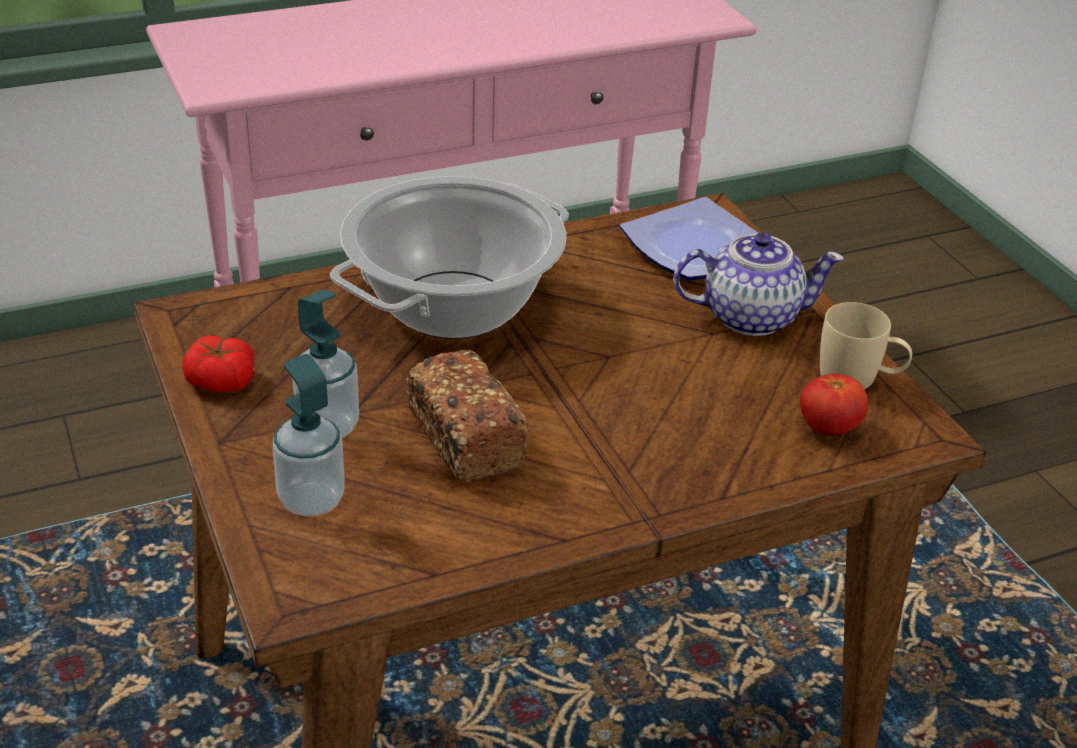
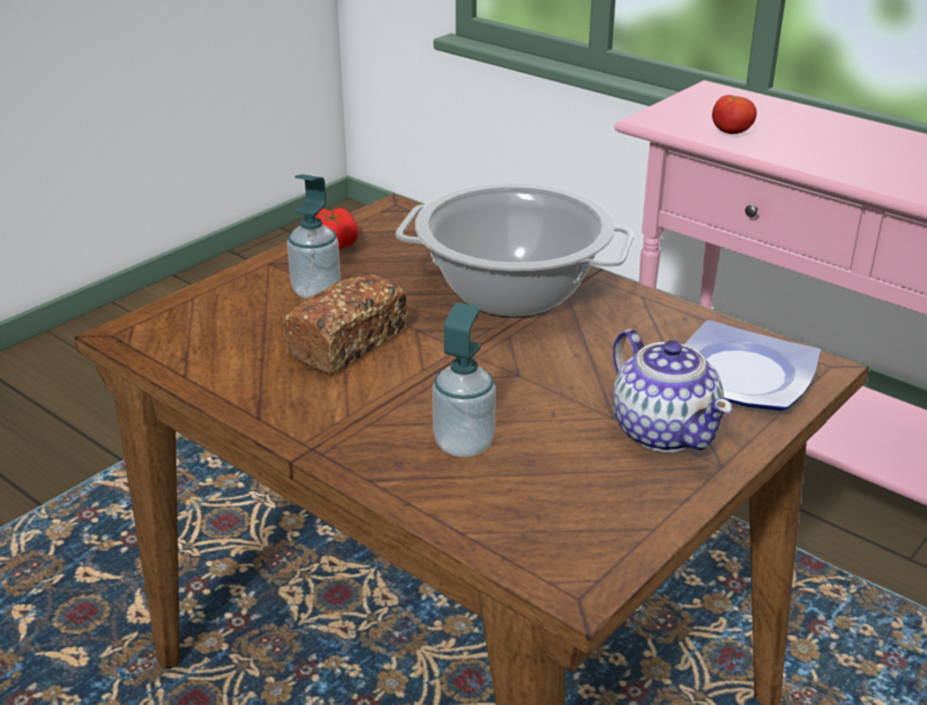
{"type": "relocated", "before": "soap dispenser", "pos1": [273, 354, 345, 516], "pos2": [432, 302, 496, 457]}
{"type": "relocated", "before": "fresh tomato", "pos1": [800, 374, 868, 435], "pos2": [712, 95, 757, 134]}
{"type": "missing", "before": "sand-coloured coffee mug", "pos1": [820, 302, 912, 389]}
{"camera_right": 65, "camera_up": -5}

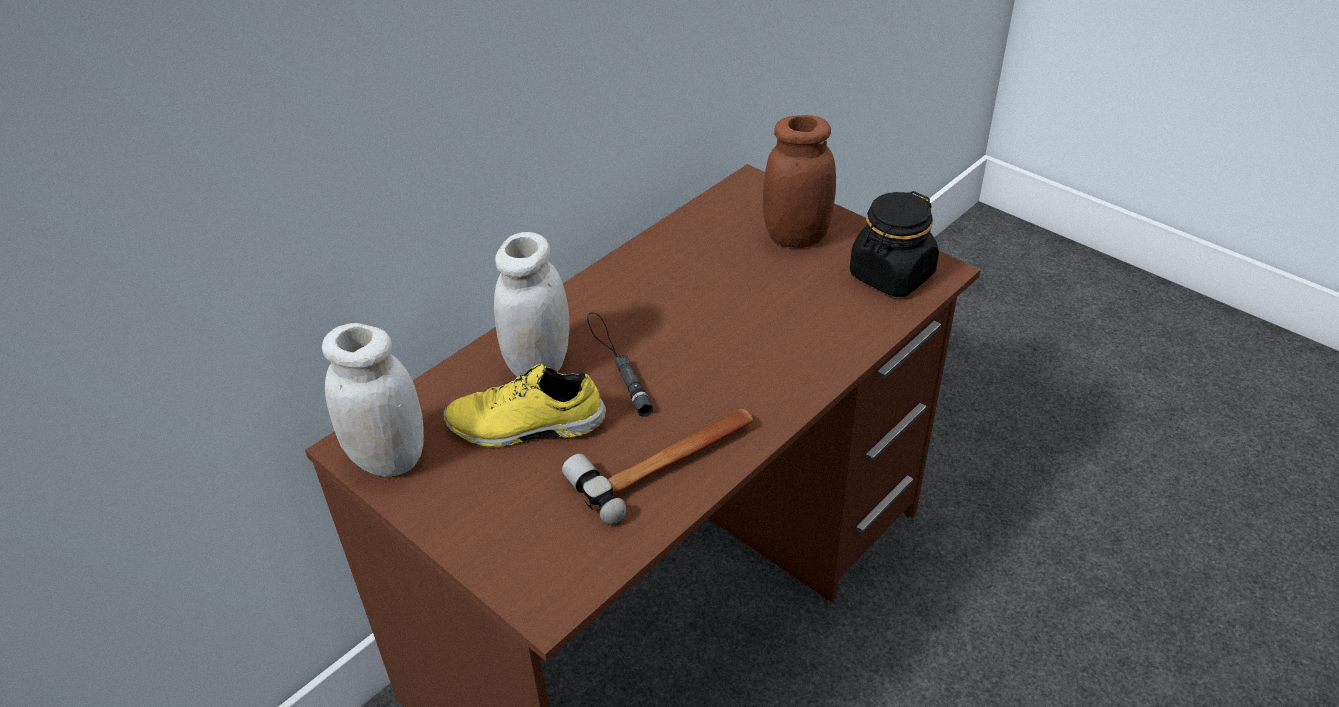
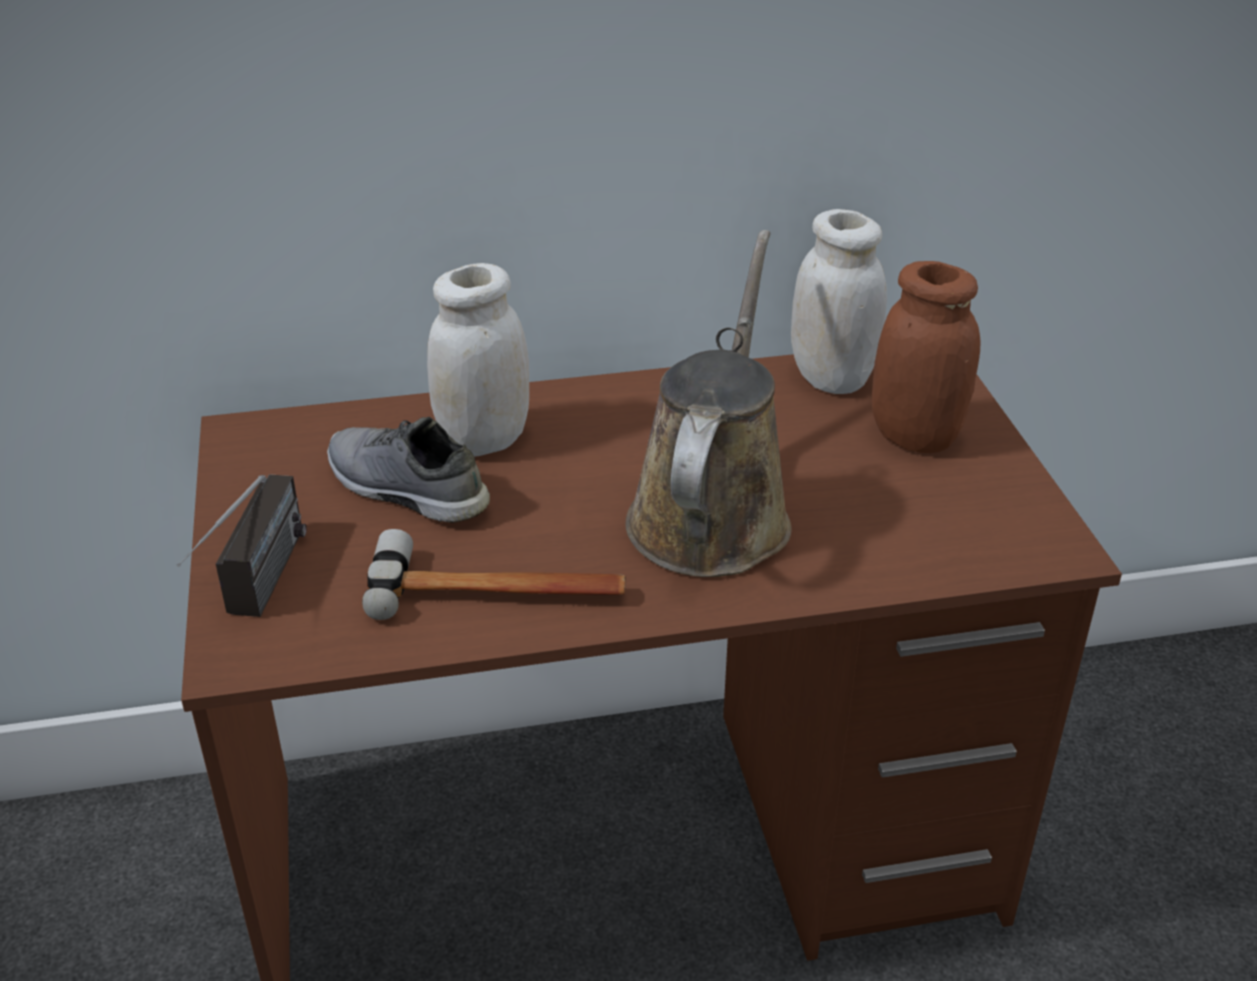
{"type": "relocated", "before": "white-coloured preserve jar", "pos1": [322, 323, 424, 477], "pos2": [791, 209, 887, 394]}
{"type": "colour", "before": "yellow-coloured low shoe", "after": "gray low shoe", "pos1": [443, 364, 606, 447], "pos2": [327, 417, 490, 523]}
{"type": "missing", "before": "blackish hand torch", "pos1": [587, 312, 654, 417]}
{"type": "missing", "before": "blackish preserve jar", "pos1": [850, 191, 939, 297]}
{"type": "appeared", "after": "radio receiver", "pos2": [177, 474, 307, 617]}
{"type": "appeared", "after": "brown-coloured watering pot", "pos2": [625, 230, 791, 577]}
{"camera_right": 35, "camera_up": -5}

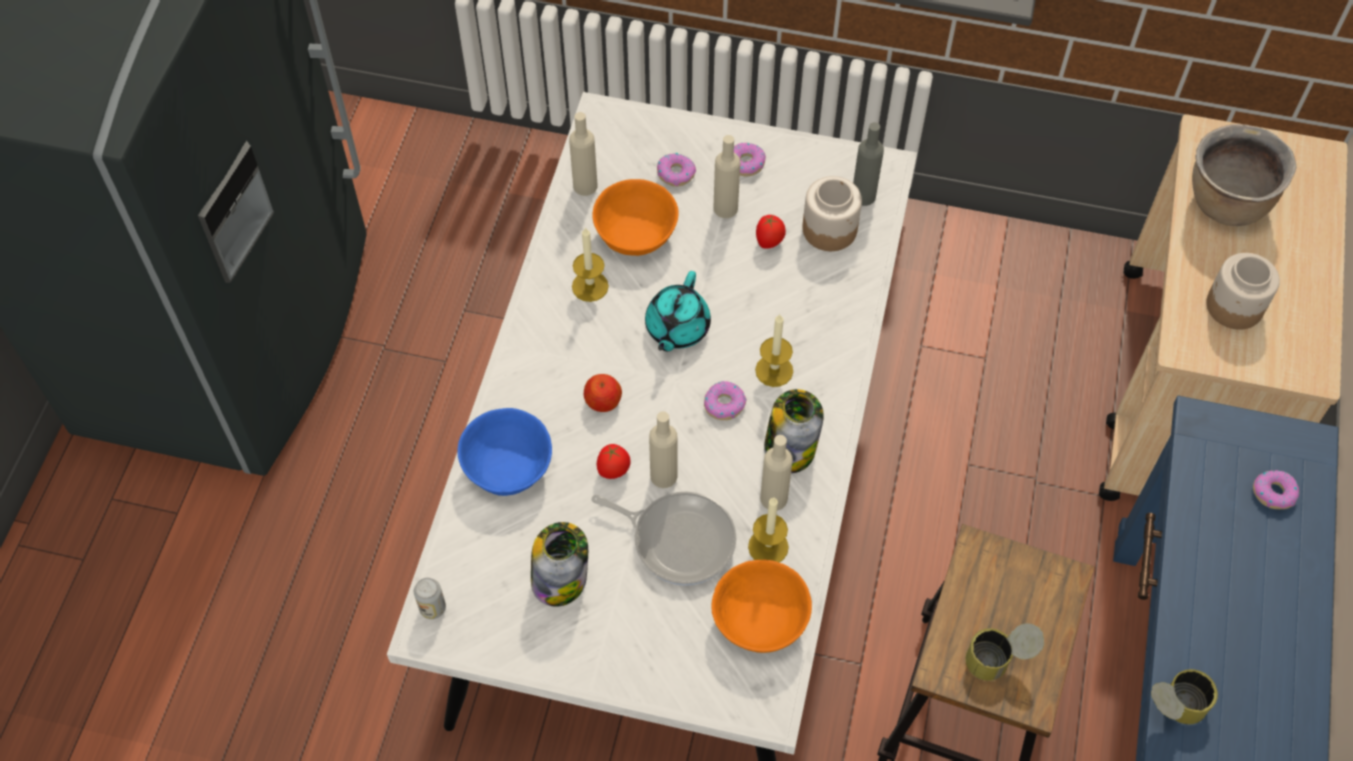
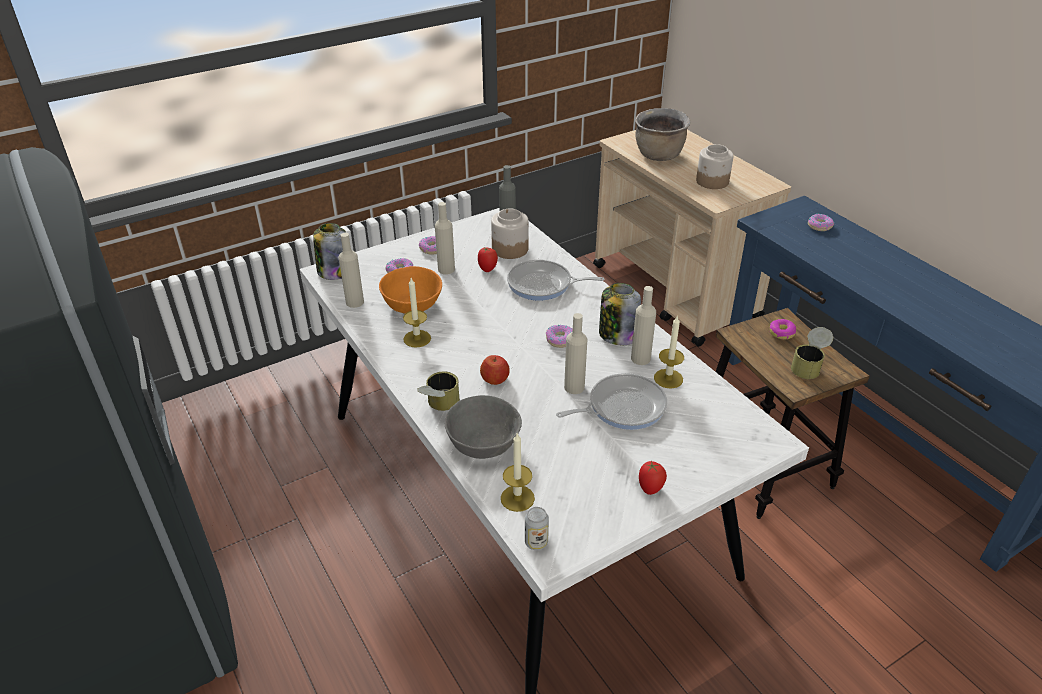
{"type": "colour", "before": "bluish deep dish", "after": "gray deep dish", "pos1": [458, 408, 552, 496], "pos2": [444, 395, 522, 459]}
{"type": "relocated", "before": "preserve jar", "pos1": [531, 522, 588, 607], "pos2": [313, 223, 346, 280]}
{"type": "relocated", "before": "fresh tomato", "pos1": [597, 444, 631, 479], "pos2": [639, 460, 667, 495]}
{"type": "missing", "before": "blue-green tea pot", "pos1": [645, 271, 711, 351]}
{"type": "missing", "before": "orange-coloured deep dish", "pos1": [711, 560, 812, 653]}
{"type": "relocated", "before": "wax light", "pos1": [755, 315, 793, 387], "pos2": [501, 433, 535, 512]}
{"type": "relocated", "before": "metal can", "pos1": [1151, 669, 1218, 724], "pos2": [417, 371, 460, 411]}
{"type": "appeared", "after": "frying pan", "pos2": [507, 260, 604, 301]}
{"type": "appeared", "after": "doughnut", "pos2": [769, 319, 796, 339]}
{"camera_right": -45, "camera_up": -20}

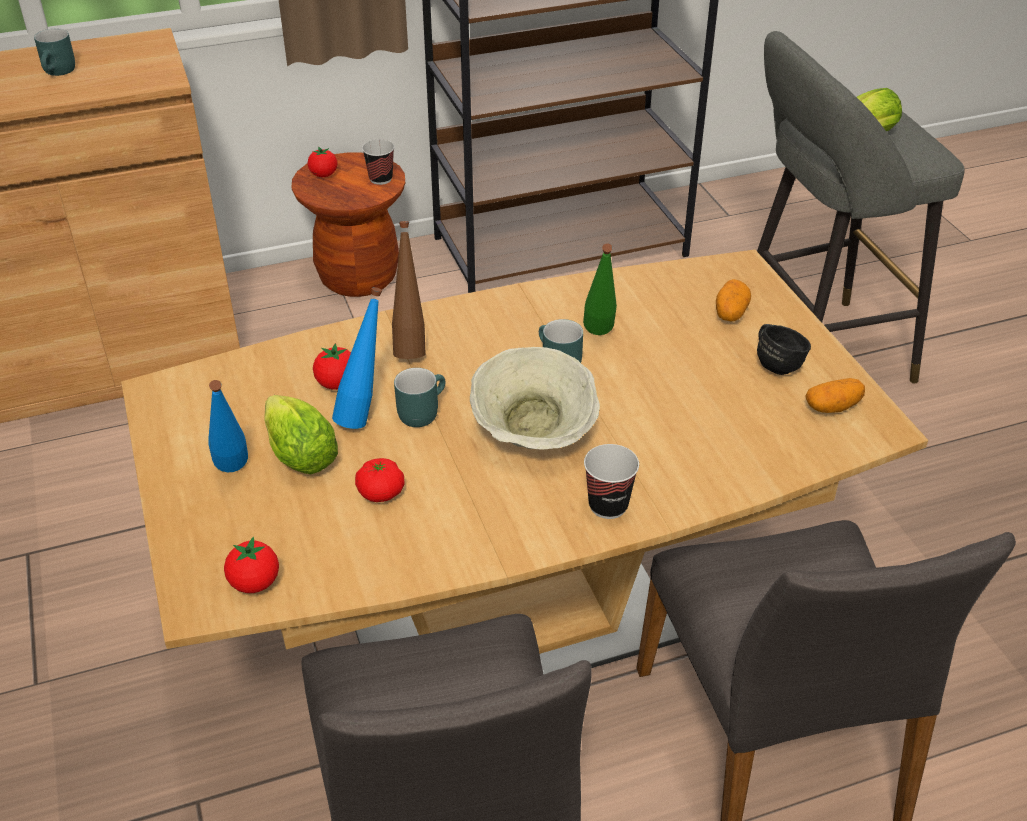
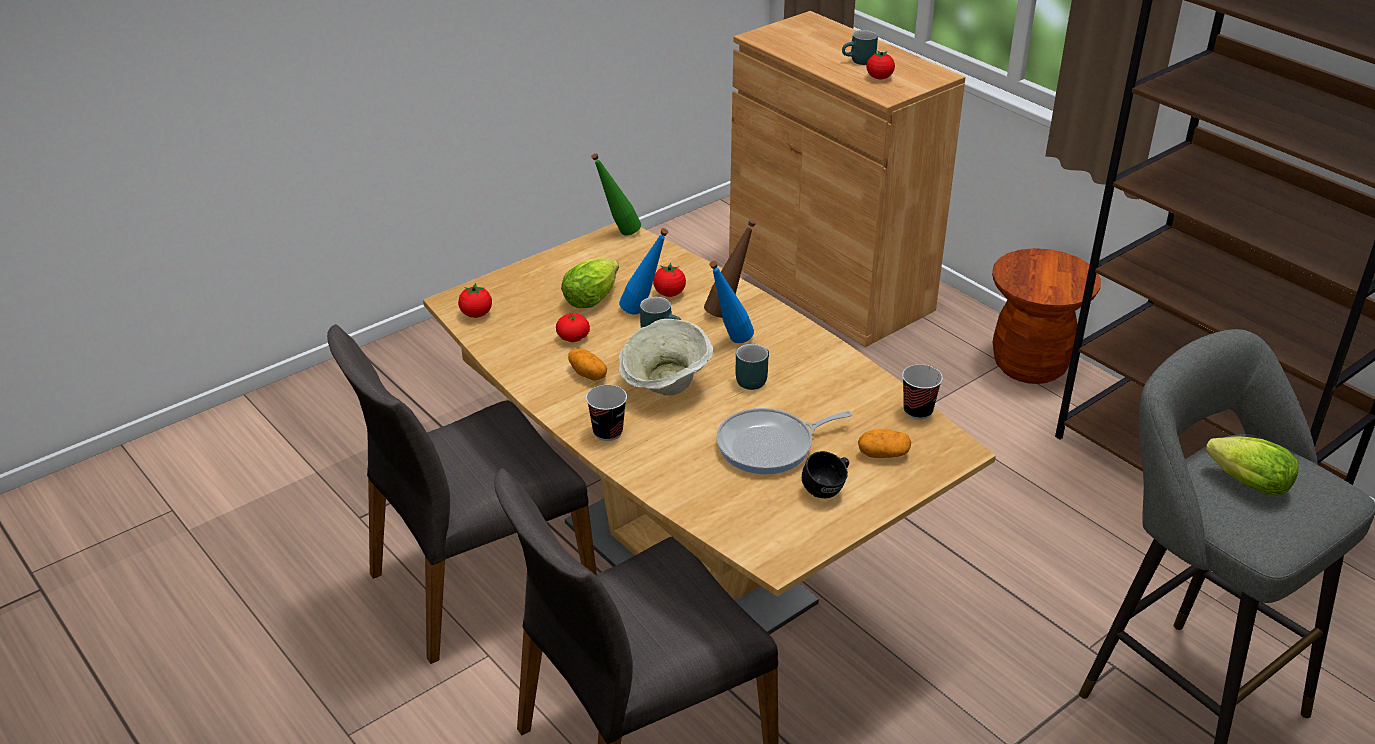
{"type": "relocated", "before": "bluish bottle", "pos1": [208, 380, 248, 472], "pos2": [709, 261, 754, 343]}
{"type": "relocated", "before": "fresh tomato", "pos1": [308, 147, 337, 177], "pos2": [866, 50, 895, 79]}
{"type": "relocated", "before": "cup", "pos1": [362, 139, 395, 185], "pos2": [902, 364, 943, 420]}
{"type": "relocated", "before": "green bottle", "pos1": [583, 244, 617, 335], "pos2": [591, 153, 641, 235]}
{"type": "relocated", "before": "spud", "pos1": [805, 378, 865, 413], "pos2": [568, 349, 607, 381]}
{"type": "appeared", "after": "frying pan", "pos2": [716, 408, 852, 475]}
{"camera_right": 70, "camera_up": -5}

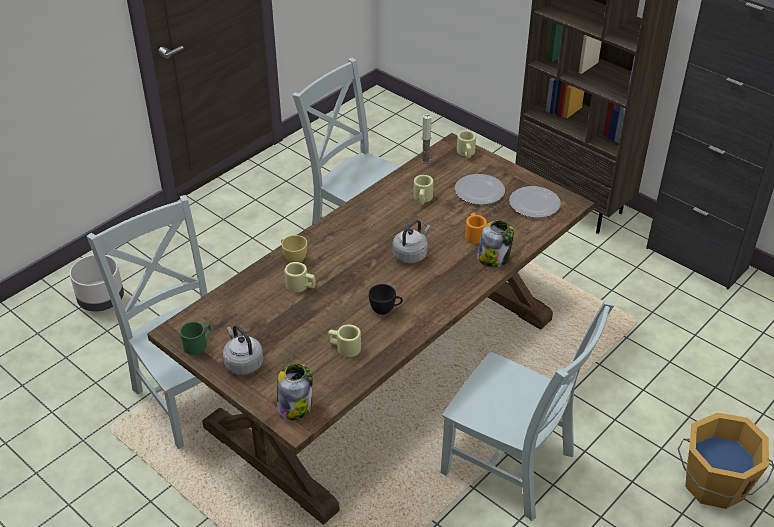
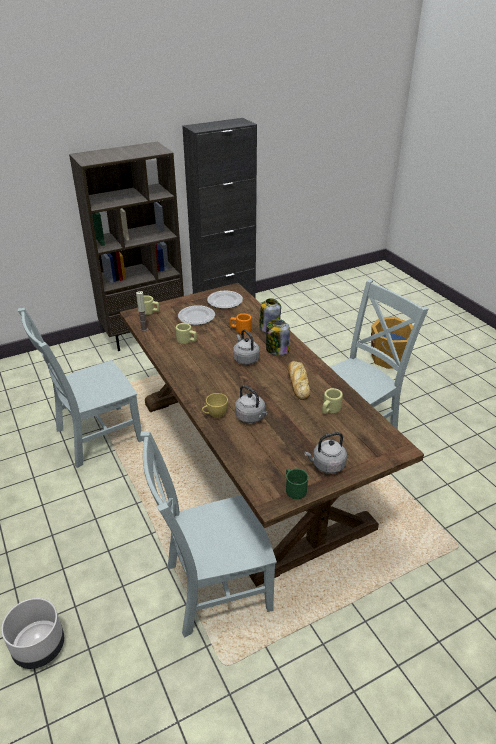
{"type": "relocated", "before": "preserve jar", "pos1": [277, 364, 313, 420], "pos2": [266, 319, 290, 355]}
{"type": "exchanged", "before": "sand-coloured coffee mug", "after": "gray kettle", "pos1": [285, 262, 316, 292], "pos2": [235, 385, 268, 423]}
{"type": "exchanged", "before": "blackish cup", "after": "bread", "pos1": [369, 284, 403, 315], "pos2": [288, 361, 310, 400]}
{"camera_right": -70, "camera_up": -5}

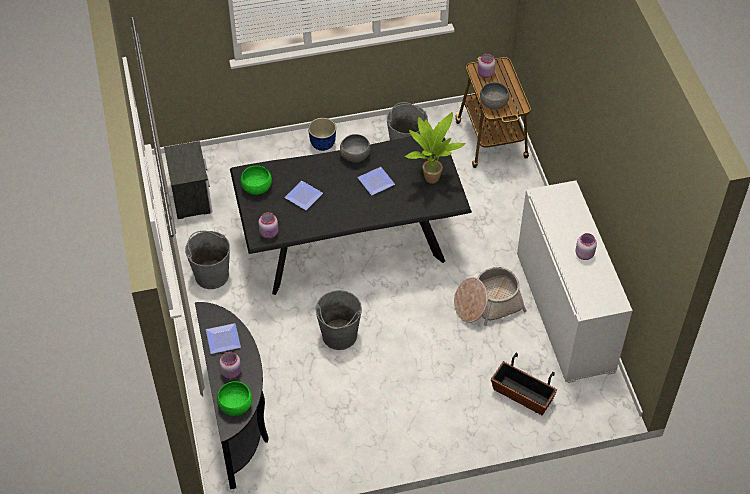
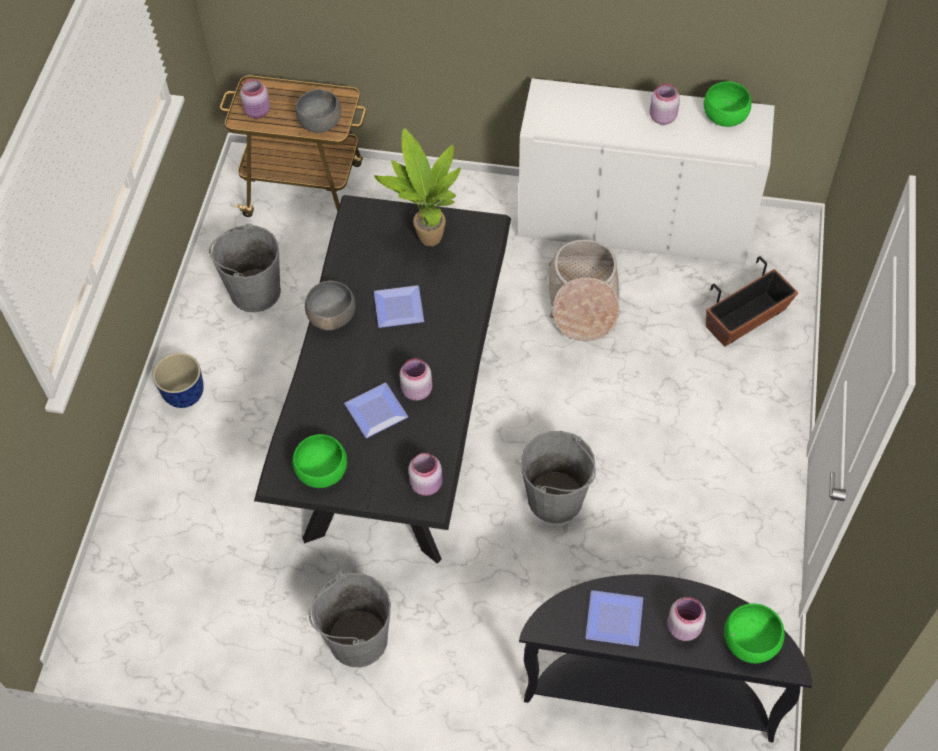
{"type": "missing", "before": "bedside table", "pos1": [164, 141, 213, 219]}
{"type": "appeared", "after": "pink preserve jar", "pos2": [399, 358, 432, 401]}
{"type": "appeared", "after": "green deep dish", "pos2": [704, 81, 752, 127]}
{"camera_right": -65, "camera_up": 5}

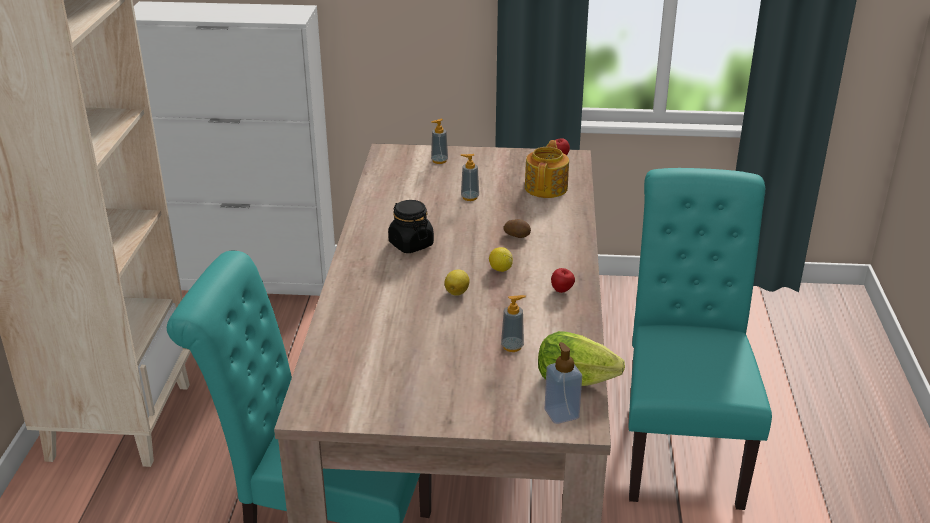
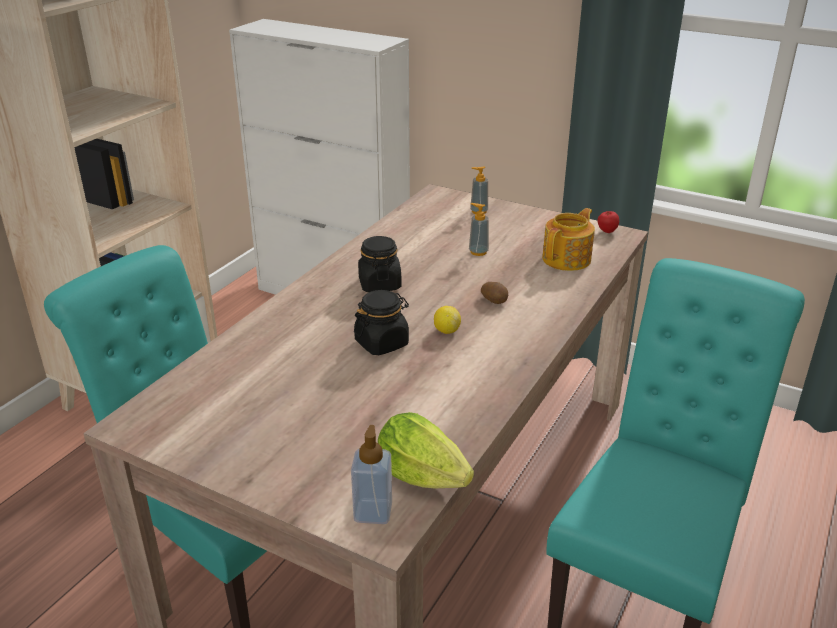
{"type": "exchanged", "before": "citrus fruit", "after": "blackish preserve jar", "pos1": [444, 270, 470, 296], "pos2": [354, 290, 409, 355]}
{"type": "missing", "before": "soap dispenser", "pos1": [501, 295, 526, 352]}
{"type": "missing", "before": "apple", "pos1": [551, 268, 575, 293]}
{"camera_right": 25, "camera_up": 0}

